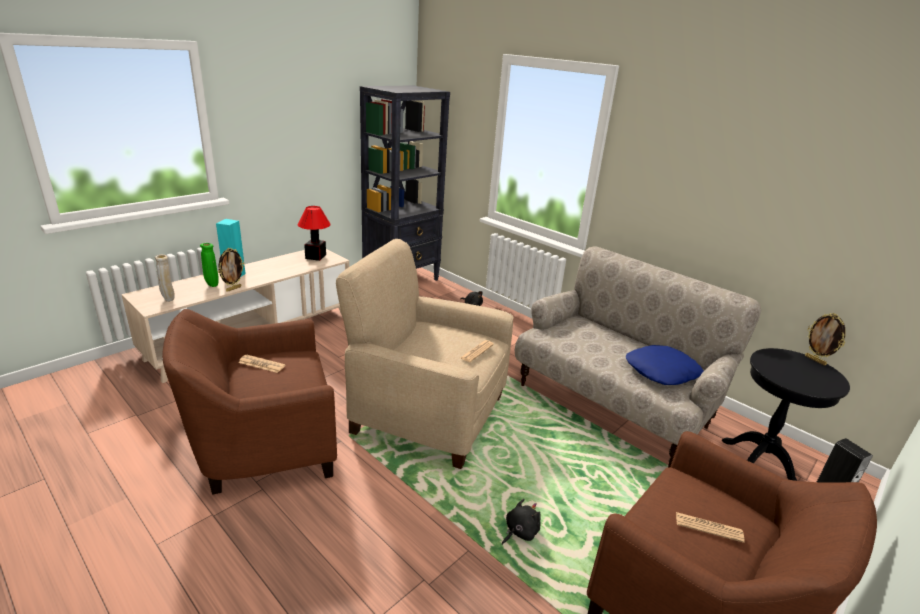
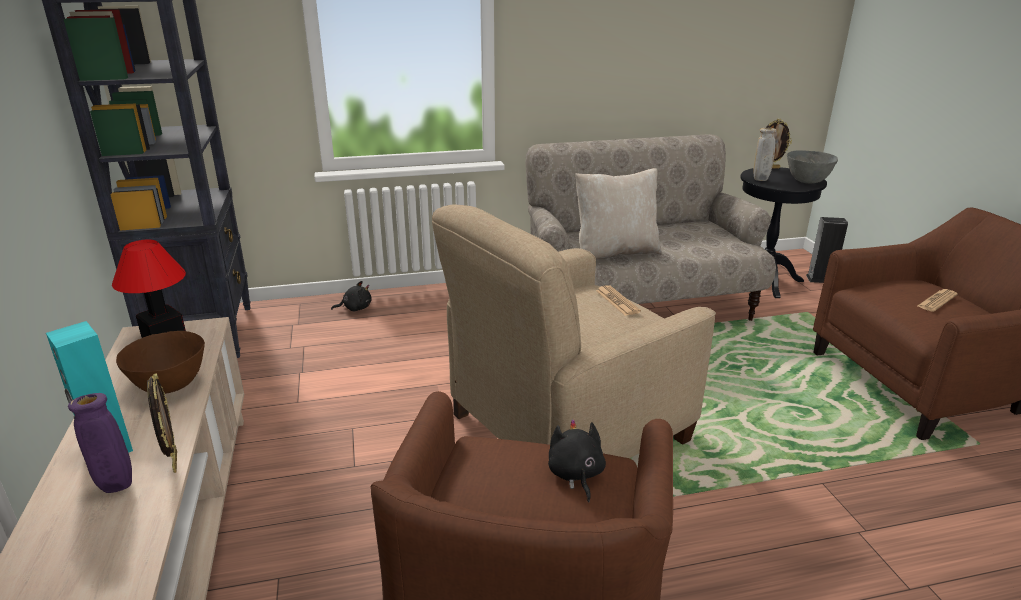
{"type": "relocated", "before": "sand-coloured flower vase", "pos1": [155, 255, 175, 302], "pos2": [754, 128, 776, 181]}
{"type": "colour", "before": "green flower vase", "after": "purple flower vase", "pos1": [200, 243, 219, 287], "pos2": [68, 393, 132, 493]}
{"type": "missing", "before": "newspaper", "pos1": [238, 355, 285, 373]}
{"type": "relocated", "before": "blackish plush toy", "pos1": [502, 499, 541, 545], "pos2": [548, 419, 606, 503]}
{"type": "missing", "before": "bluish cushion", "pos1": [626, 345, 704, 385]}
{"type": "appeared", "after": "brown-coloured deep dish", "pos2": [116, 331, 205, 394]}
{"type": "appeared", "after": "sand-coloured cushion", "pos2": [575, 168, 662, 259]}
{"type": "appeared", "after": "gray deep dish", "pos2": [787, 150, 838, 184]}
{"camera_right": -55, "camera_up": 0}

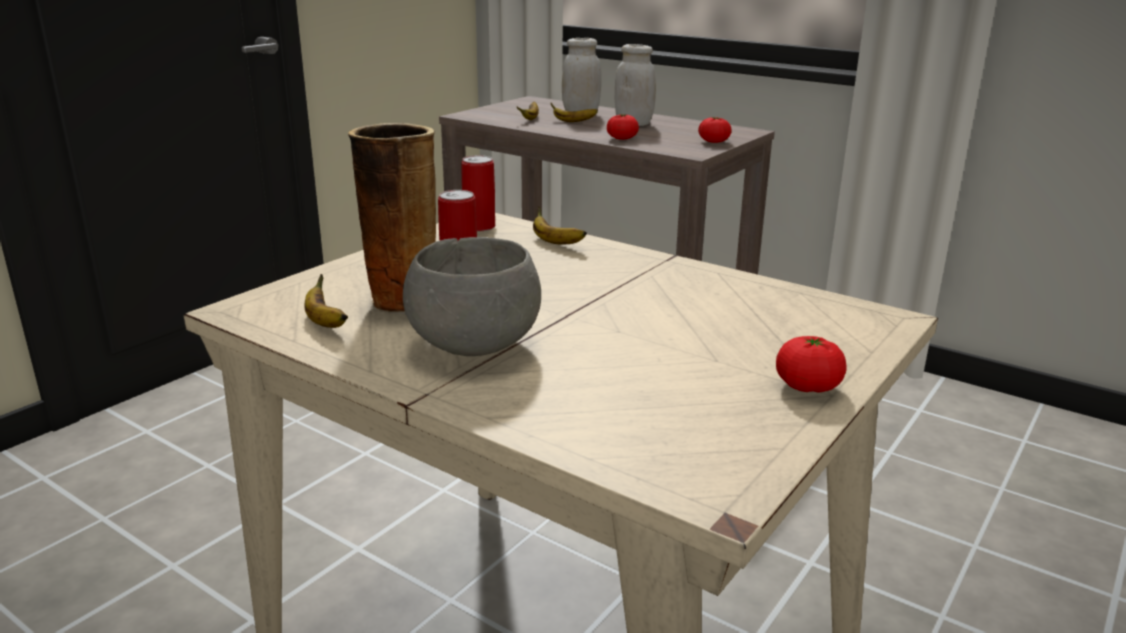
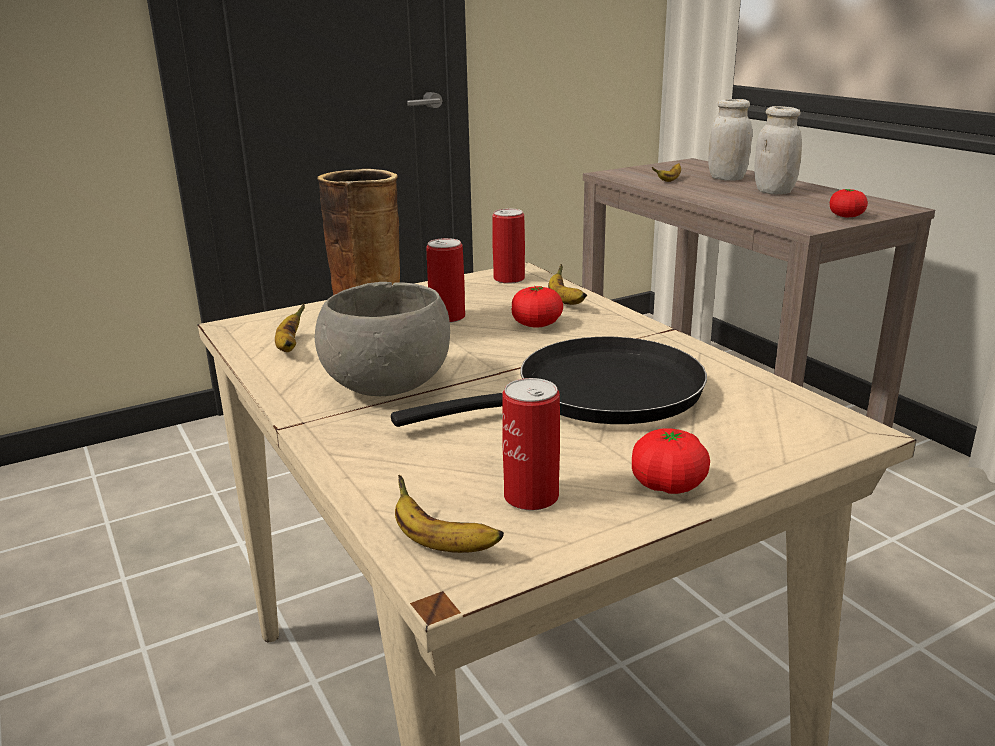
{"type": "relocated", "before": "banana fruit", "pos1": [551, 103, 598, 122], "pos2": [395, 475, 504, 553]}
{"type": "relocated", "before": "fresh tomato", "pos1": [607, 114, 639, 140], "pos2": [512, 286, 563, 328]}
{"type": "appeared", "after": "blackish frying pan", "pos2": [391, 337, 707, 427]}
{"type": "appeared", "after": "metal can", "pos2": [502, 378, 560, 511]}
{"camera_right": 25, "camera_up": 0}

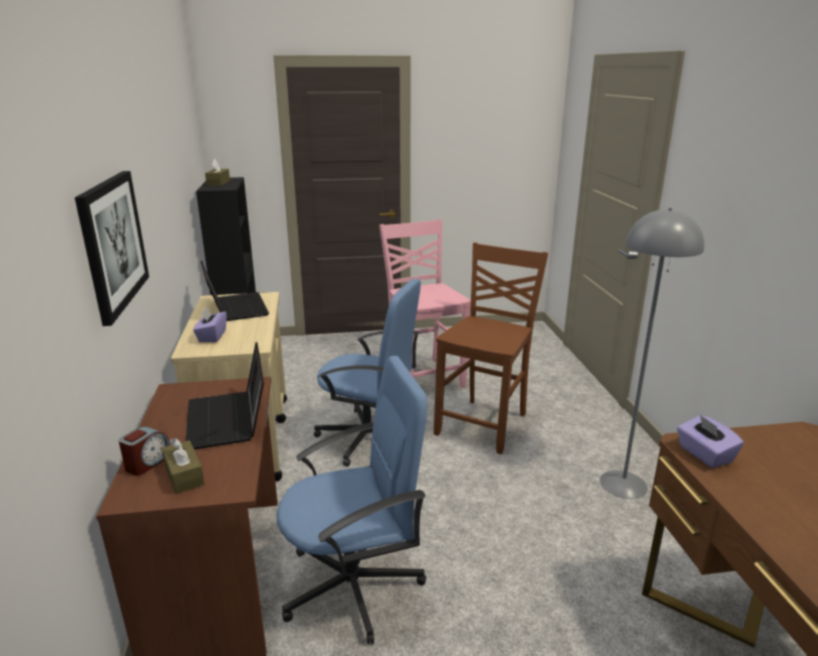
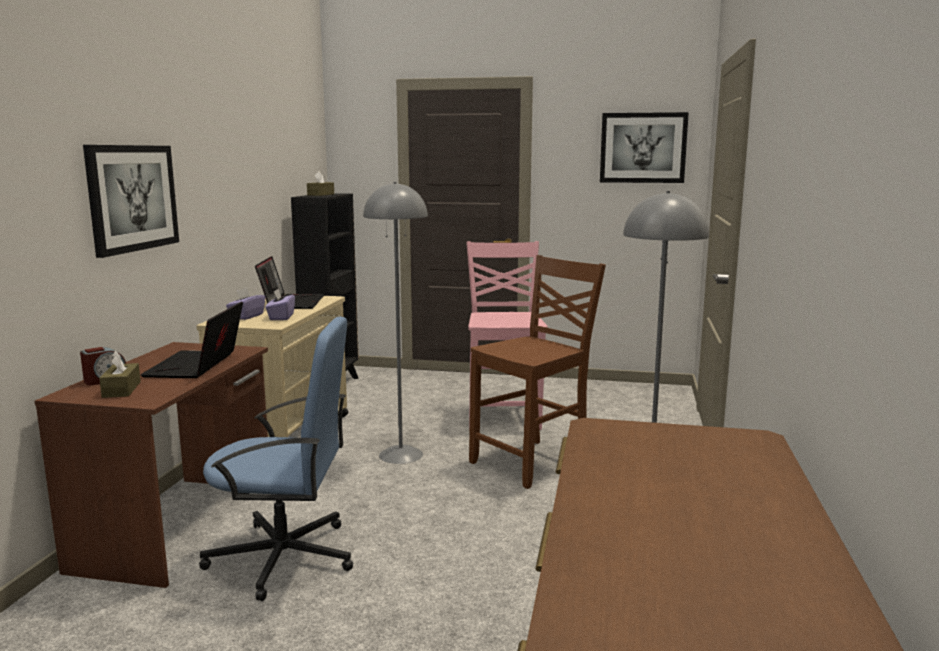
{"type": "exchanged", "before": "bluish office chair", "after": "gray floor lamp", "pos1": [314, 279, 421, 467], "pos2": [363, 182, 428, 464]}
{"type": "relocated", "before": "purple tissue box", "pos1": [677, 415, 744, 468], "pos2": [265, 289, 295, 320]}
{"type": "appeared", "after": "picture", "pos2": [600, 112, 689, 183]}
{"camera_right": 20, "camera_up": -10}

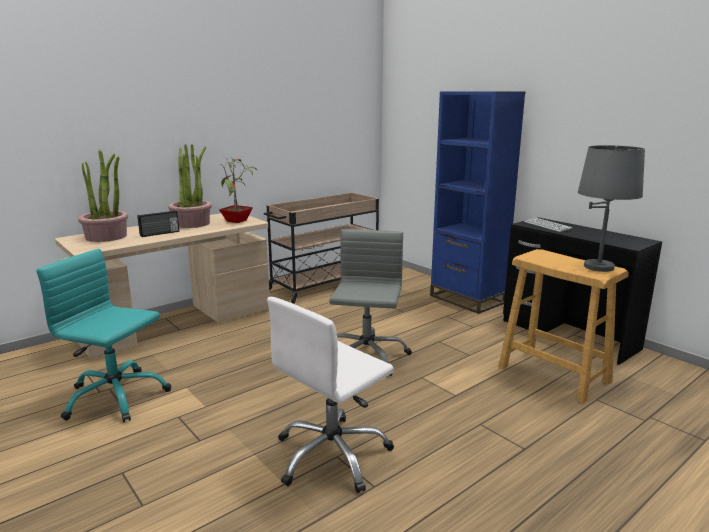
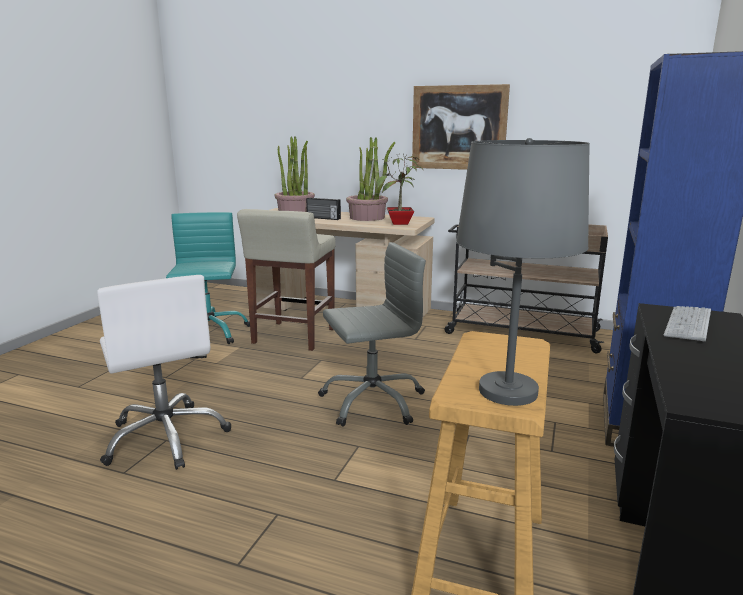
{"type": "spun", "before": "white-coloured office chair", "pos1": [267, 297, 394, 493], "pos2": [97, 275, 231, 470], "turn": -135}
{"type": "appeared", "after": "sand-coloured sitting stool", "pos2": [237, 209, 336, 351]}
{"type": "appeared", "after": "picture", "pos2": [412, 84, 510, 170]}
{"camera_right": 60, "camera_up": 0}

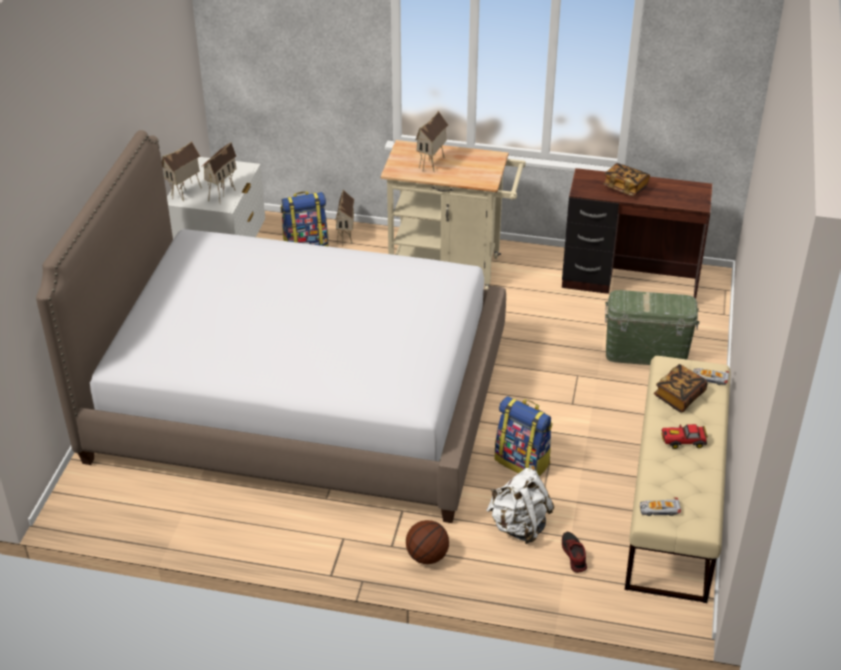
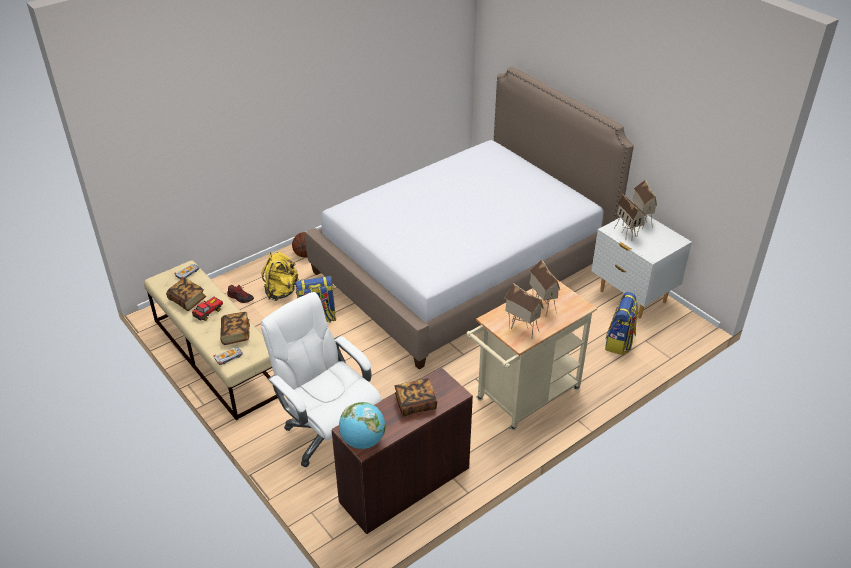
{"type": "relocated", "before": "miniature house", "pos1": [335, 190, 354, 246], "pos2": [505, 283, 544, 339]}
{"type": "colour", "before": "white-coloured rucksack", "after": "yellow-coloured rucksack", "pos1": [486, 468, 554, 544], "pos2": [261, 252, 299, 301]}
{"type": "exchanged", "before": "green storage box", "after": "white-coloured office chair", "pos1": [605, 290, 700, 365], "pos2": [261, 292, 382, 467]}
{"type": "appeared", "after": "book", "pos2": [166, 278, 206, 311]}
{"type": "appeared", "after": "desk globe", "pos2": [339, 402, 386, 449]}
{"camera_right": 130, "camera_up": 0}

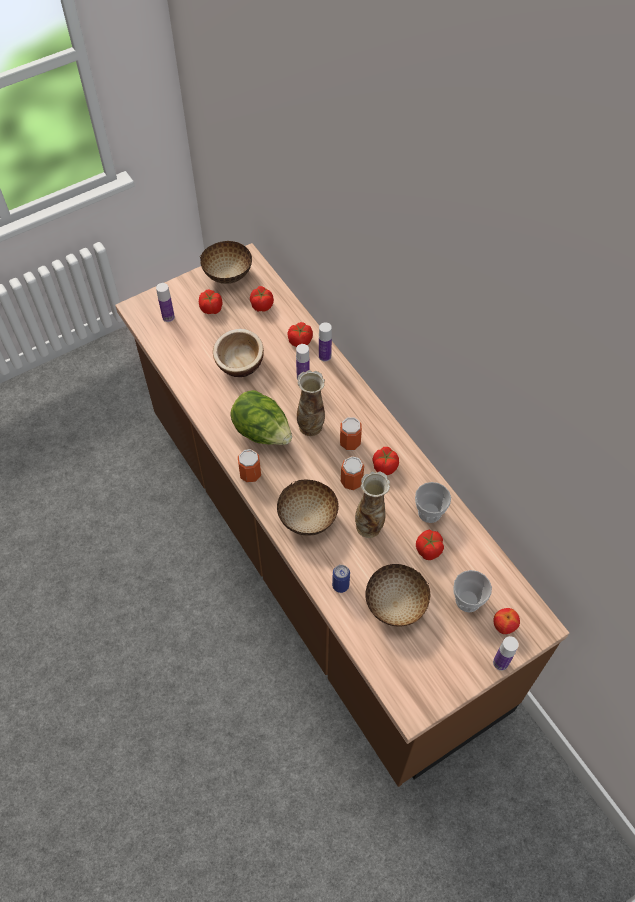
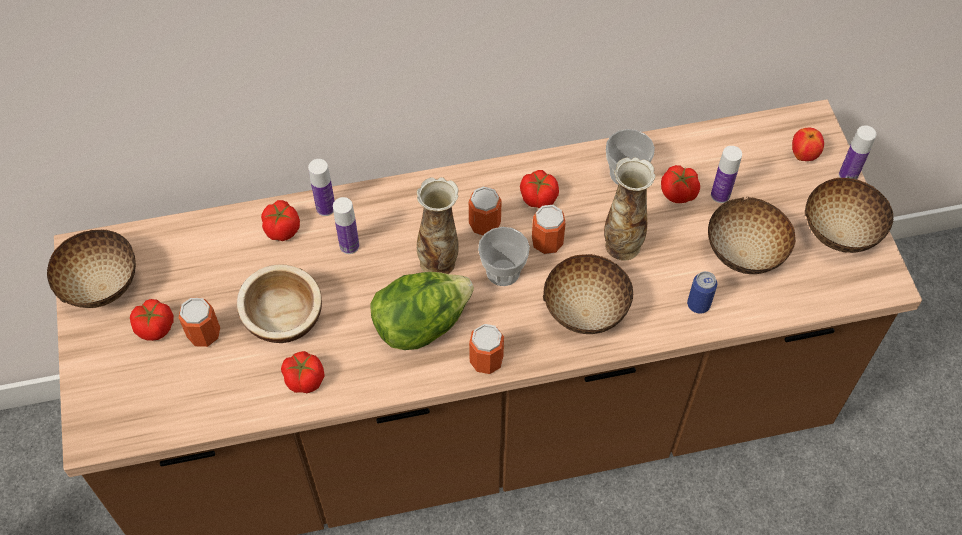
{"type": "relocated", "before": "bottle", "pos1": [156, 283, 175, 322], "pos2": [711, 146, 742, 203]}
{"type": "relocated", "before": "fresh tomato", "pos1": [250, 286, 274, 312], "pos2": [281, 351, 324, 393]}
{"type": "relocated", "before": "cup", "pos1": [454, 570, 492, 613], "pos2": [478, 227, 530, 286]}
{"type": "appeared", "after": "metal can", "pos2": [179, 298, 220, 347]}
{"type": "appeared", "after": "deep dish", "pos2": [805, 178, 894, 253]}
{"camera_right": -70, "camera_up": 0}

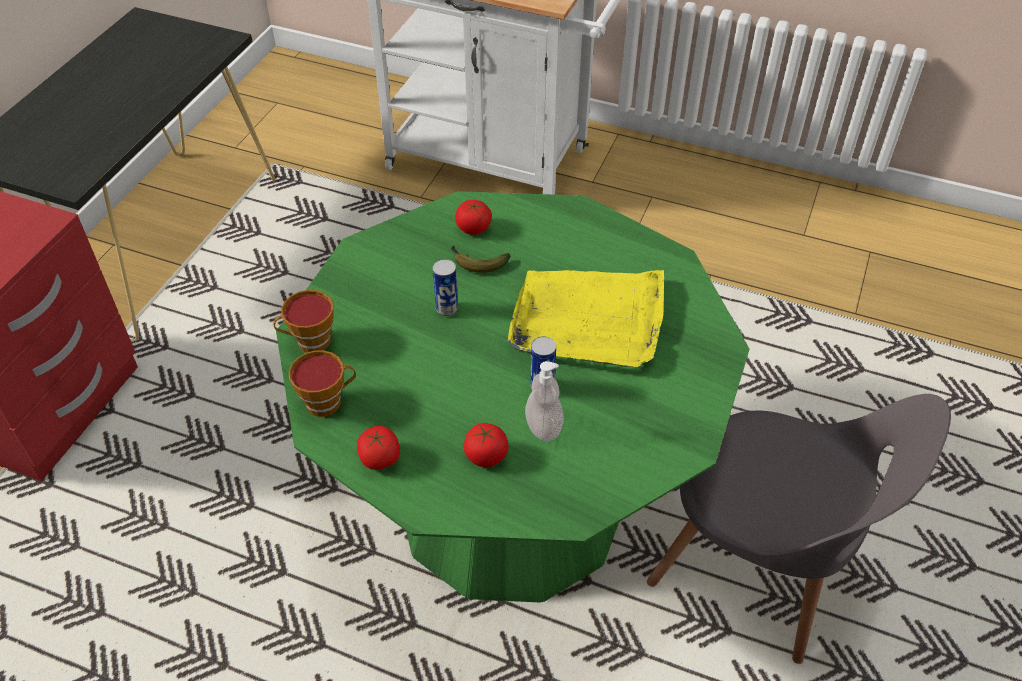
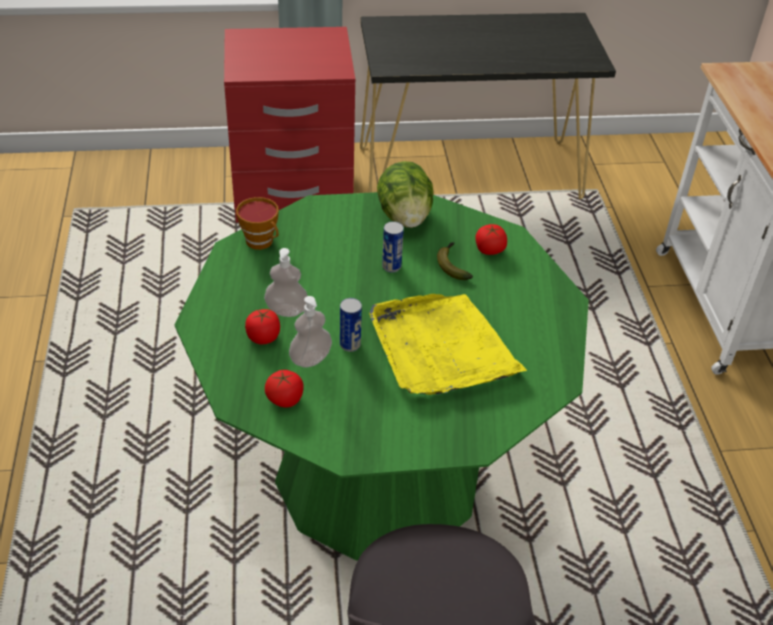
{"type": "missing", "before": "cup", "pos1": [273, 290, 334, 352]}
{"type": "relocated", "before": "fresh tomato", "pos1": [357, 426, 400, 470], "pos2": [265, 370, 304, 407]}
{"type": "appeared", "after": "soap dispenser", "pos2": [264, 248, 308, 317]}
{"type": "appeared", "after": "lettuce", "pos2": [377, 161, 434, 228]}
{"camera_right": 60, "camera_up": -5}

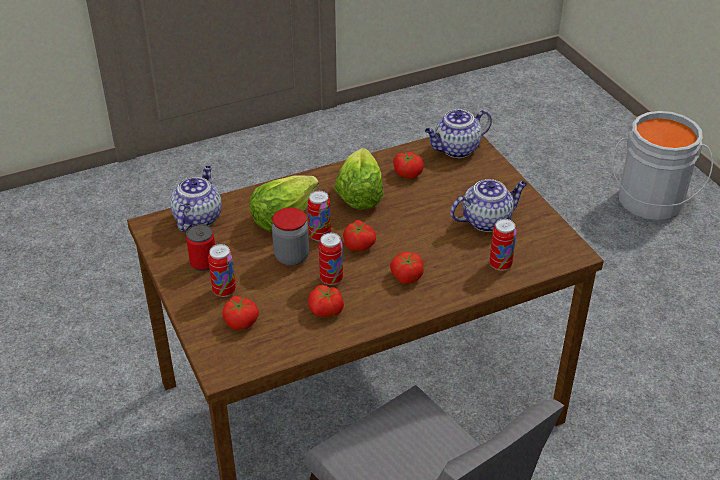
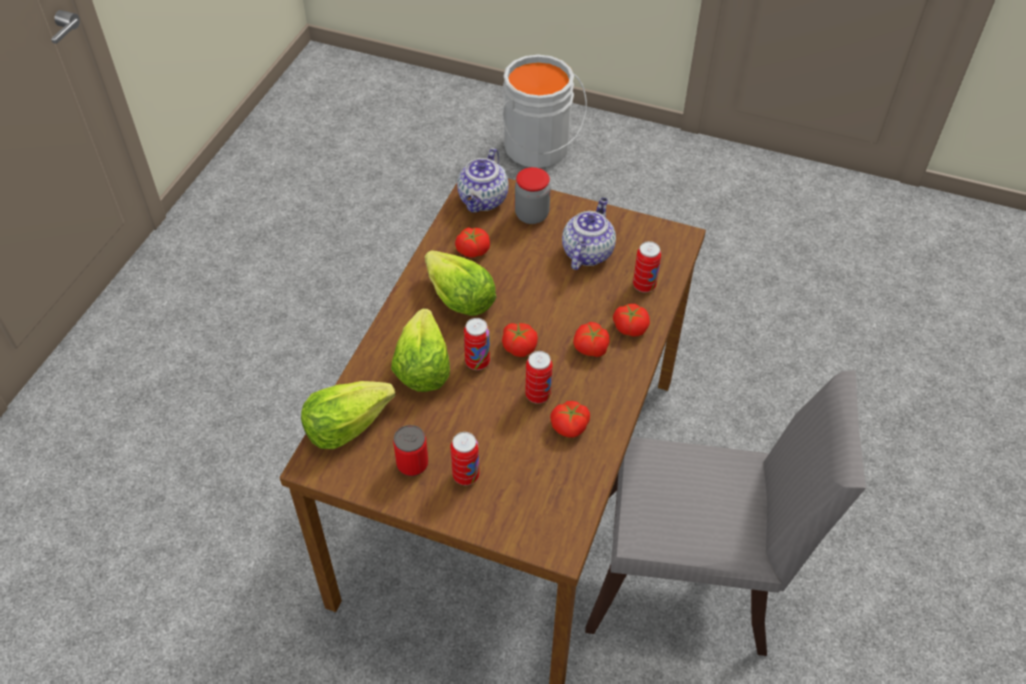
{"type": "exchanged", "before": "tea pot", "after": "lettuce", "pos1": [170, 166, 222, 231], "pos2": [301, 381, 396, 449]}
{"type": "relocated", "before": "fresh tomato", "pos1": [223, 296, 259, 330], "pos2": [613, 304, 650, 337]}
{"type": "relocated", "before": "preserve jar", "pos1": [272, 208, 309, 266], "pos2": [515, 167, 551, 224]}
{"camera_right": -45, "camera_up": 10}

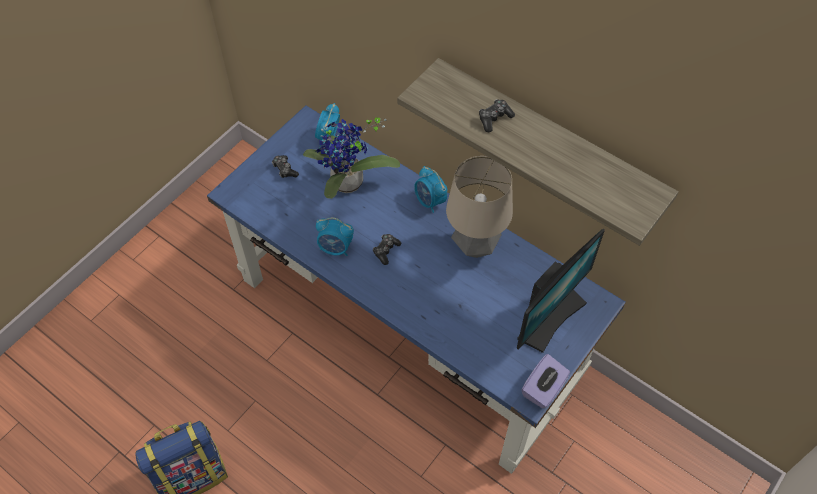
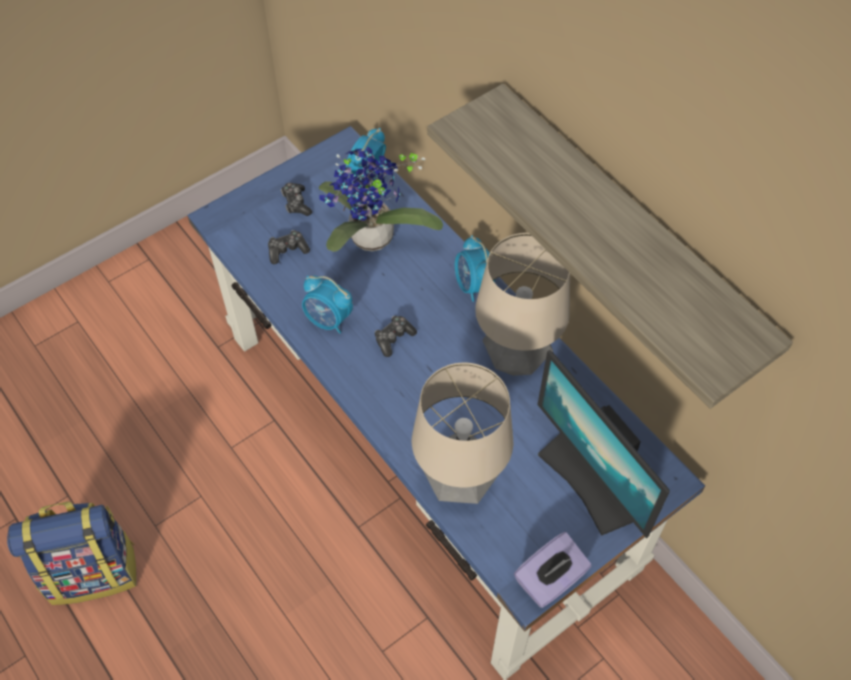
{"type": "relocated", "before": "gamepad", "pos1": [479, 99, 515, 132], "pos2": [268, 230, 310, 264]}
{"type": "spun", "before": "computer display", "pos1": [517, 229, 605, 353], "pos2": [537, 350, 670, 538], "turn": 90}
{"type": "appeared", "after": "table lamp", "pos2": [412, 363, 513, 504]}
{"camera_right": 15, "camera_up": 0}

